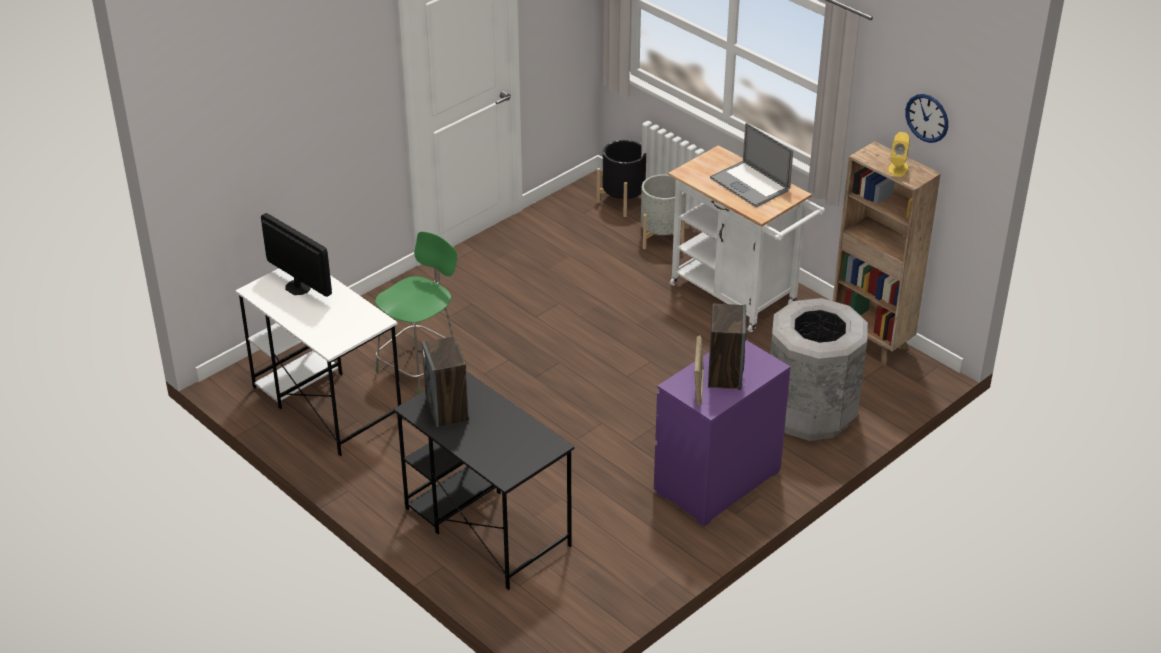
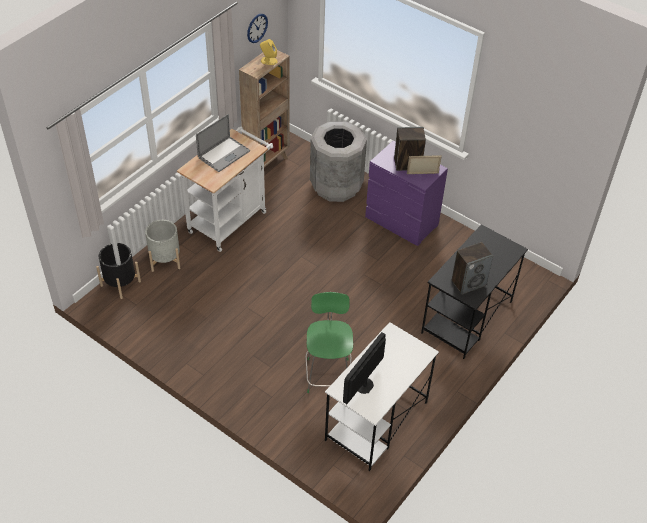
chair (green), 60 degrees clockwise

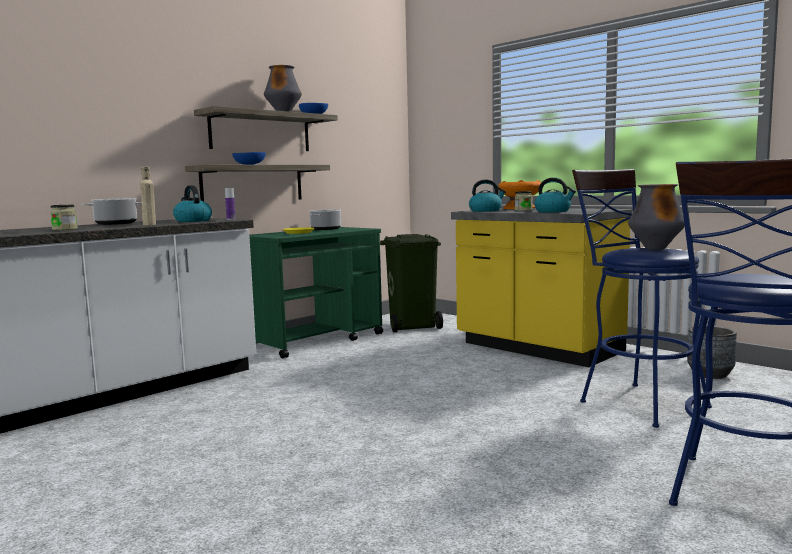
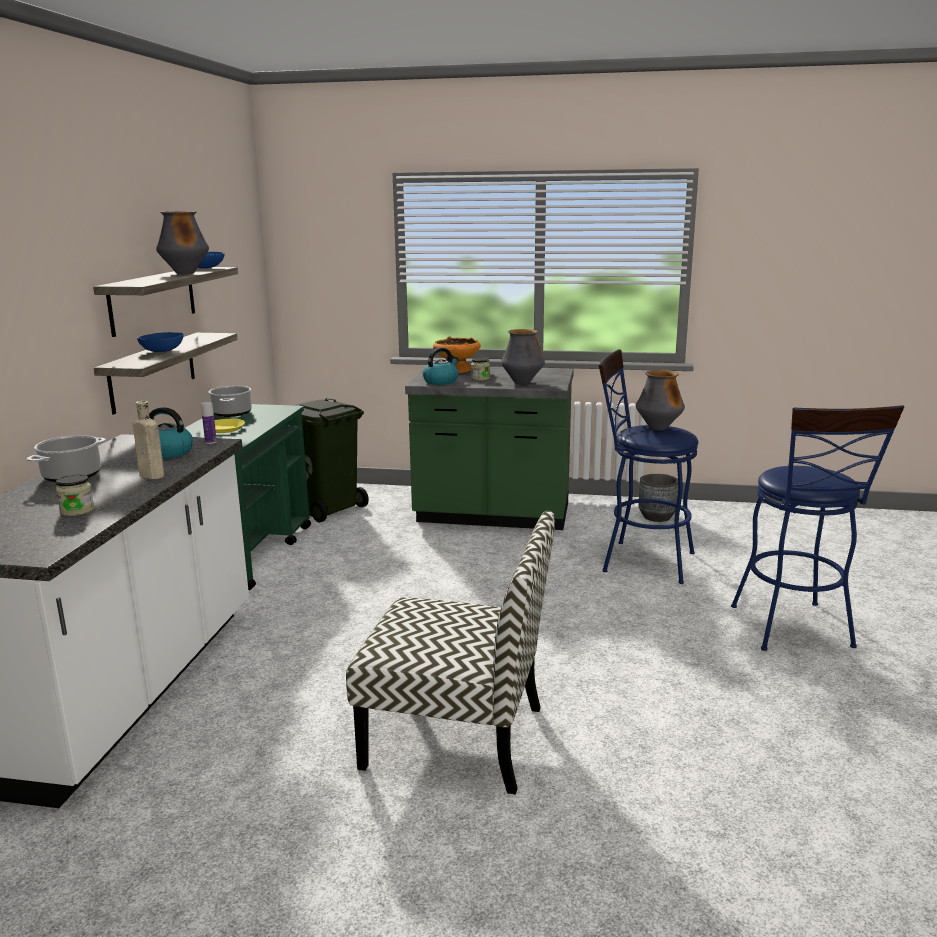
nothing => chair
counter (yellow) => counter (green)
kettle (no. 3 from left) => vase (no. 2 from left)

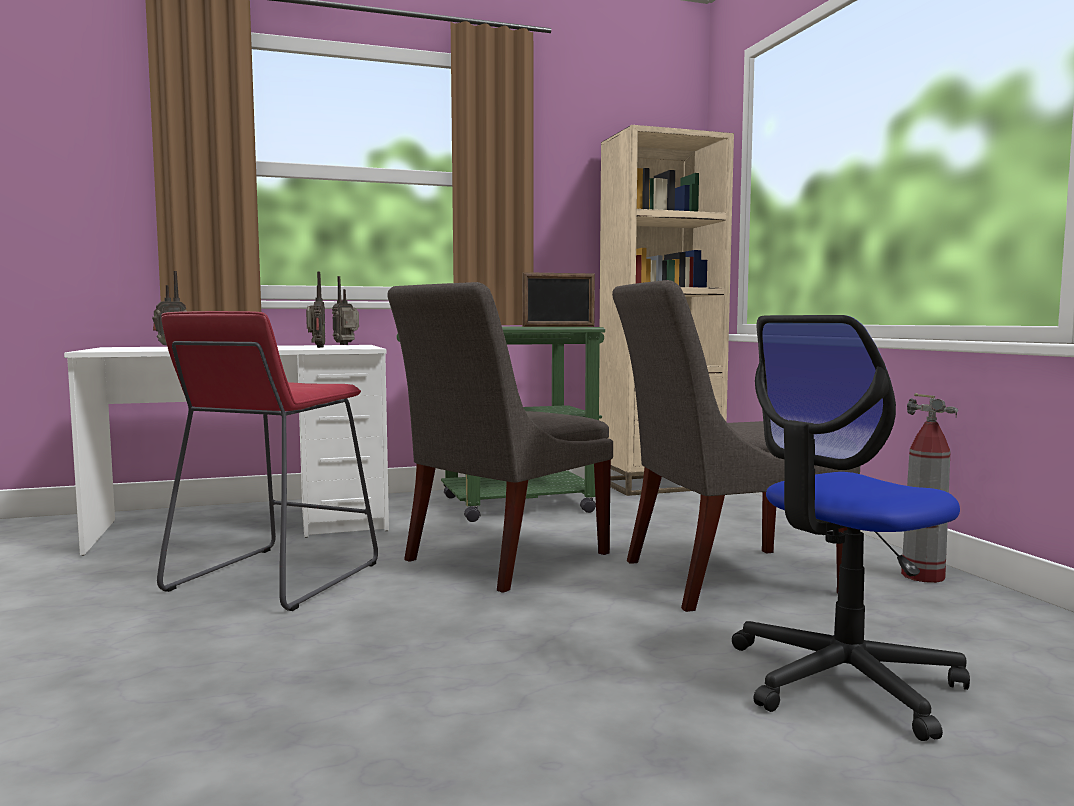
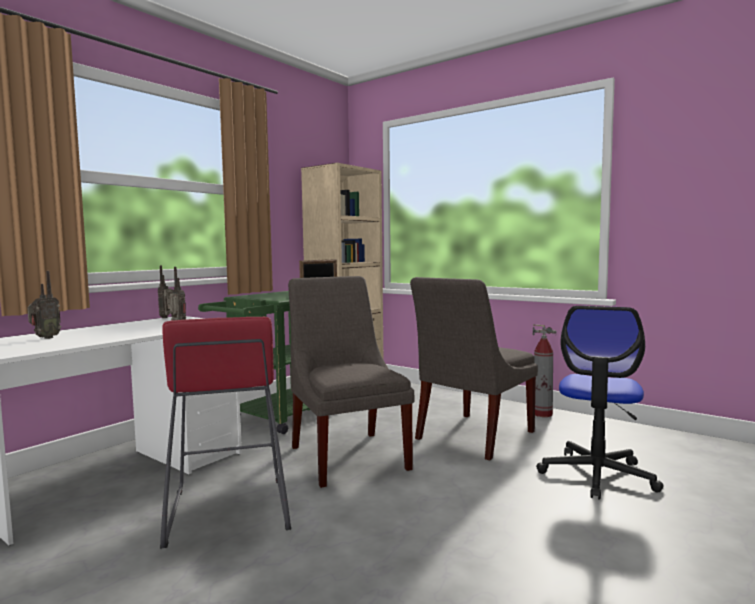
chair (grey) (no. 1 from left), 150 degrees clockwise

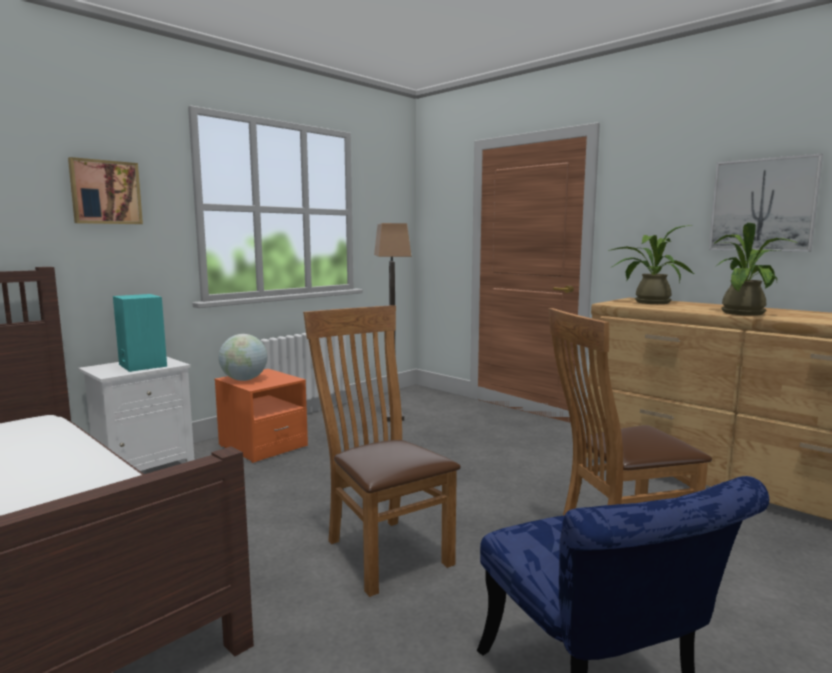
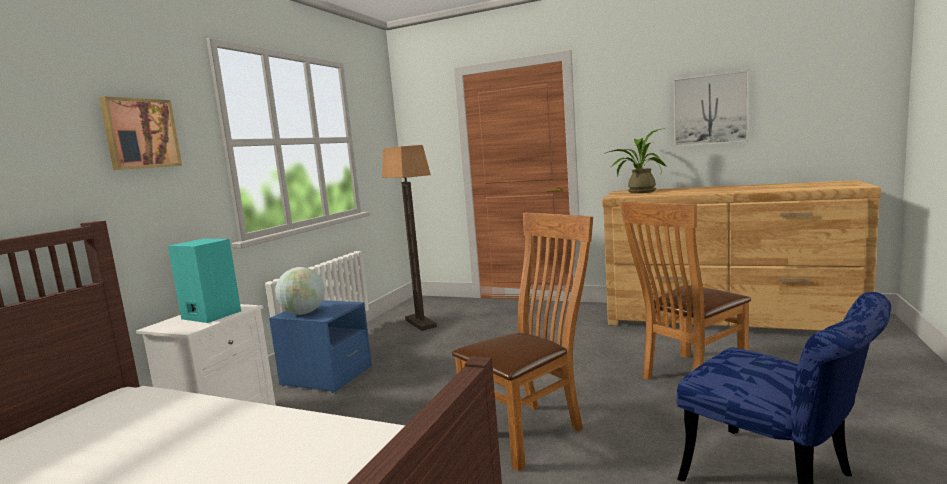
nightstand (orange) => nightstand (blue)
chair (brown) (no. 1 from left), 105 degrees clockwise
potted plant (no. 2 from left) => nothing

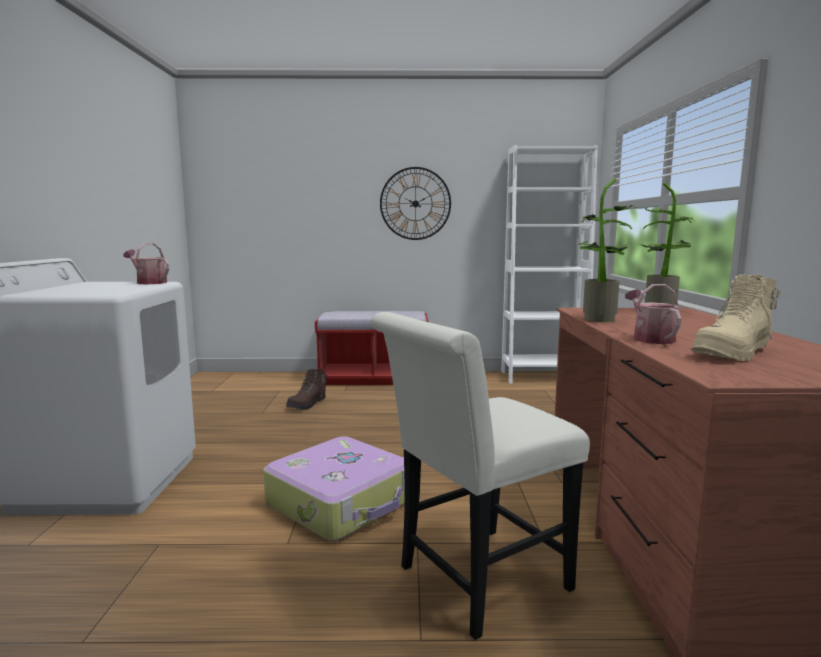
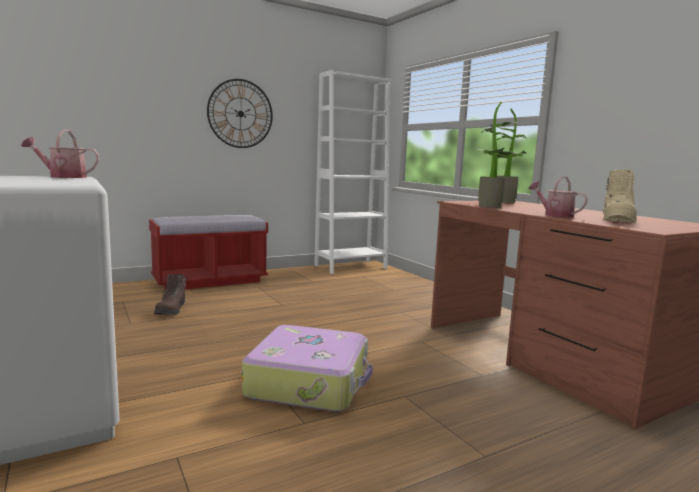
chair (white) => nothing

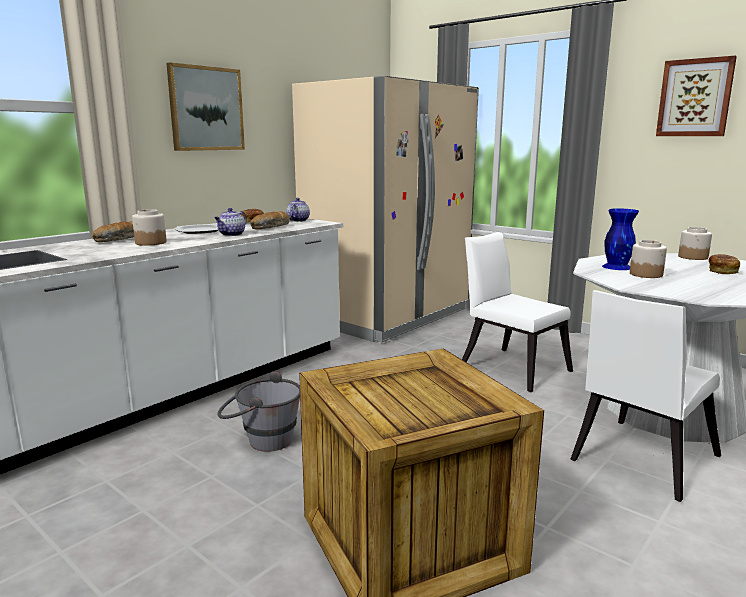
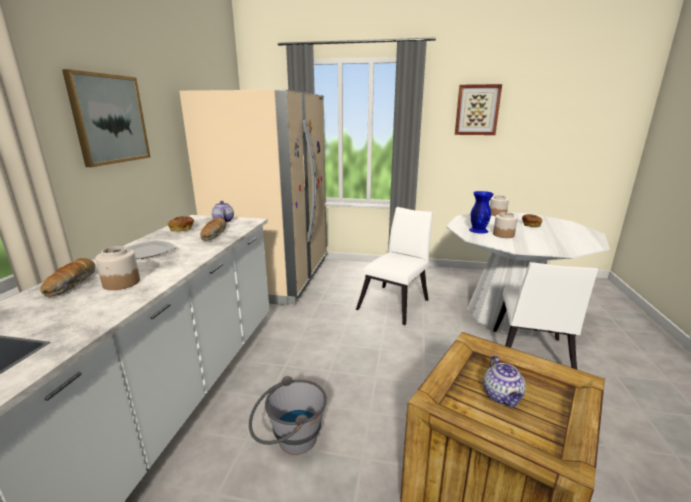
chair (white) (no. 1 from left), 105 degrees clockwise
teapot (no. 1 from left in the first image) => teapot (no. 2 from left), relocated

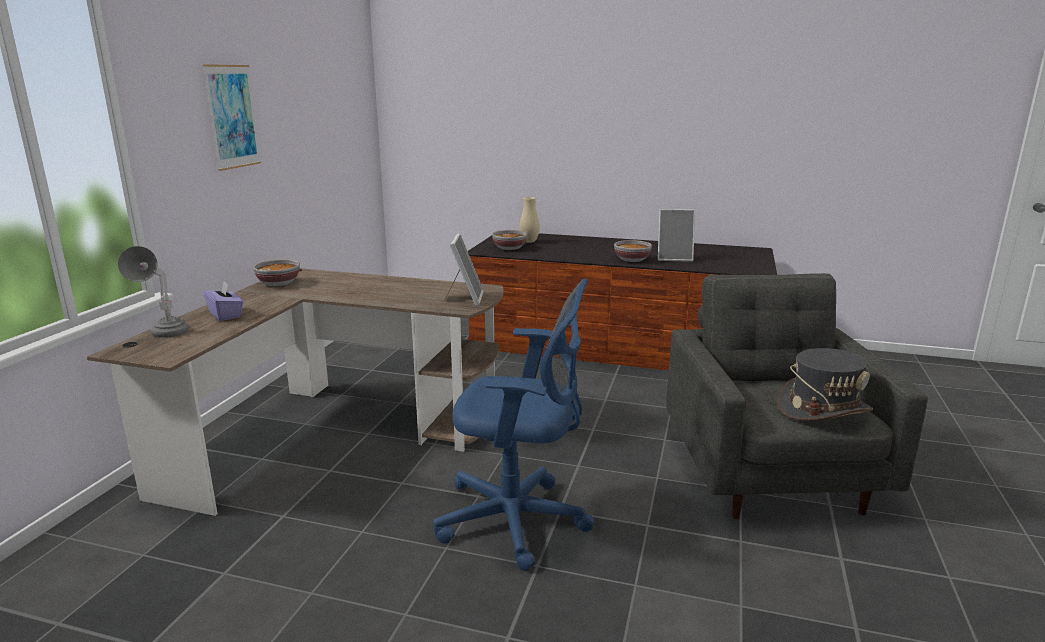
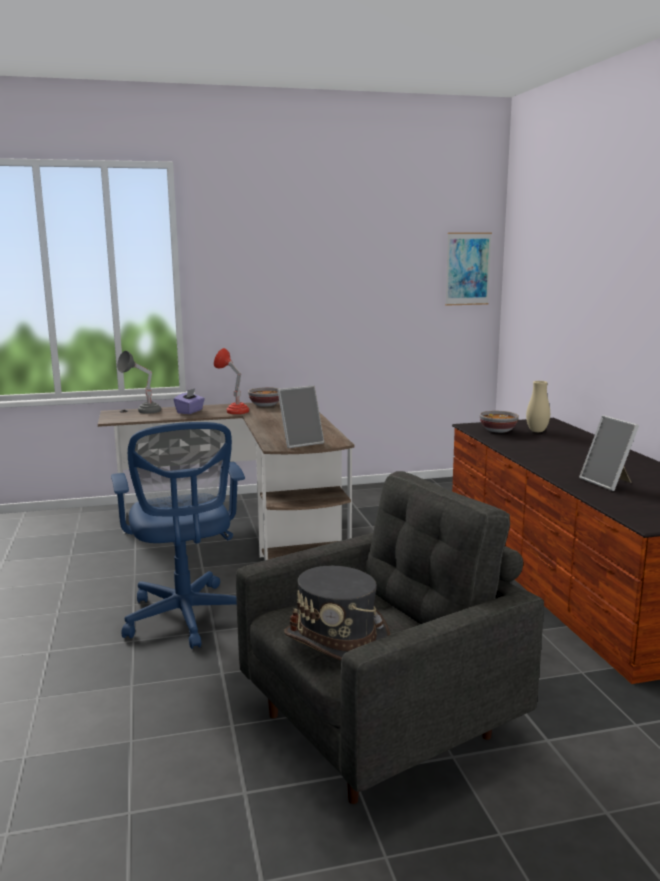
nothing => table lamp (red)
picture, relocated
bowl (no. 3 from left) => nothing

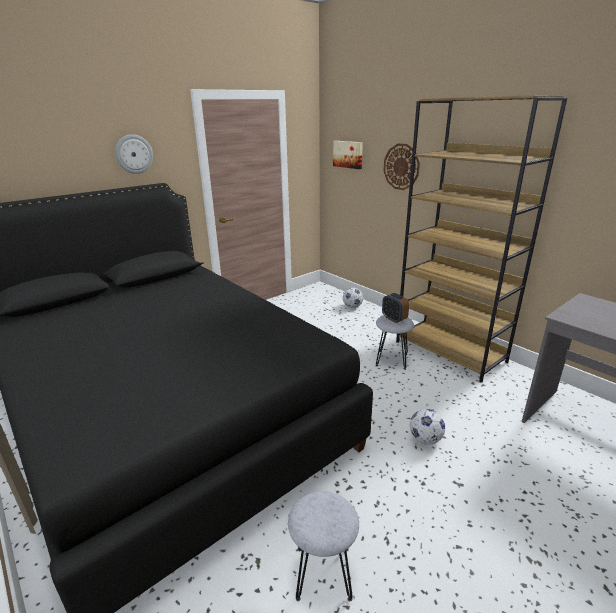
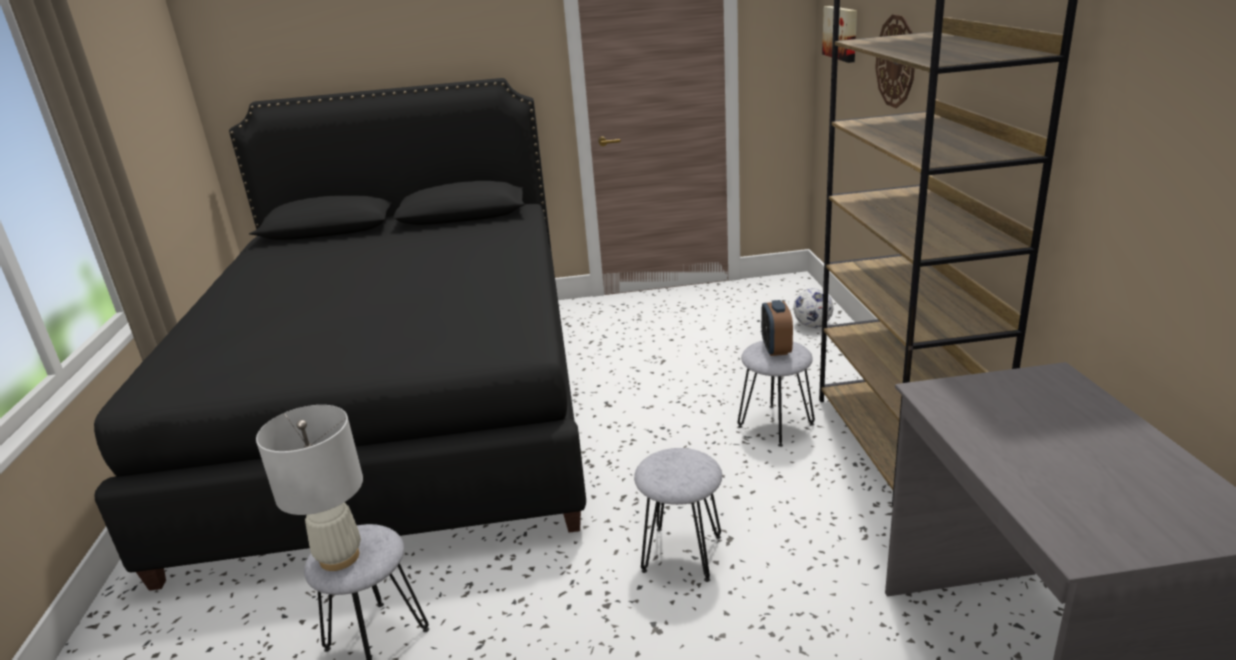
nothing => table lamp (white)
football (no. 2 from left) => stool (grey) (no. 2 from left)
wall clock (no. 1 from left) => nothing

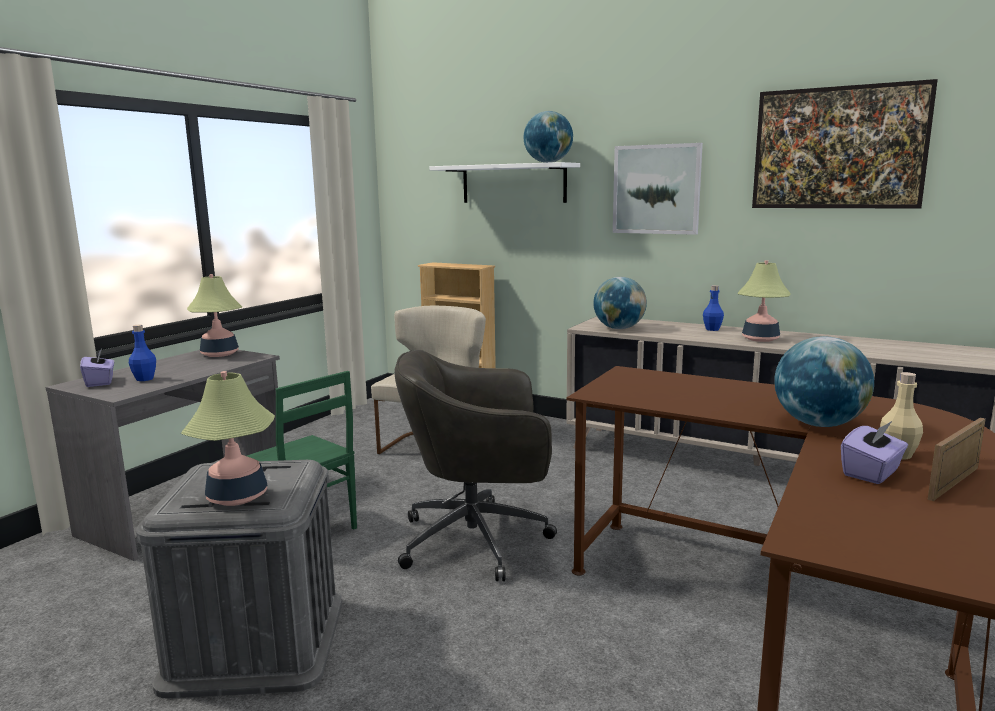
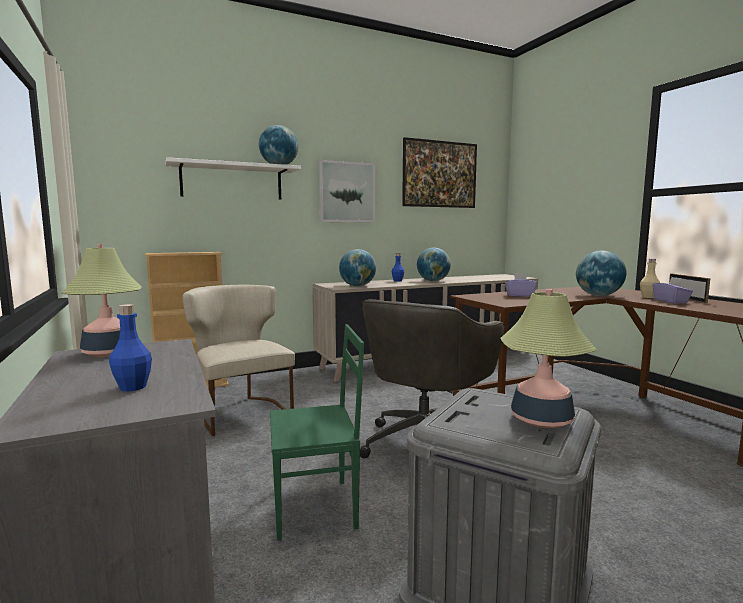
table lamp (no. 3 from left) => globe (no. 3 from left)
tissue box (purple) (no. 1 from left), relocated

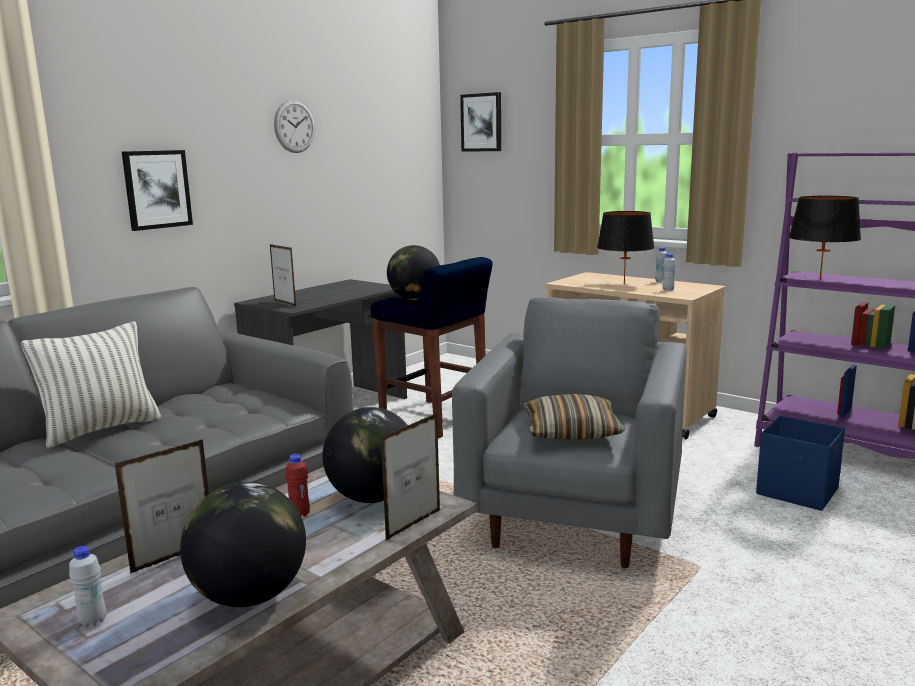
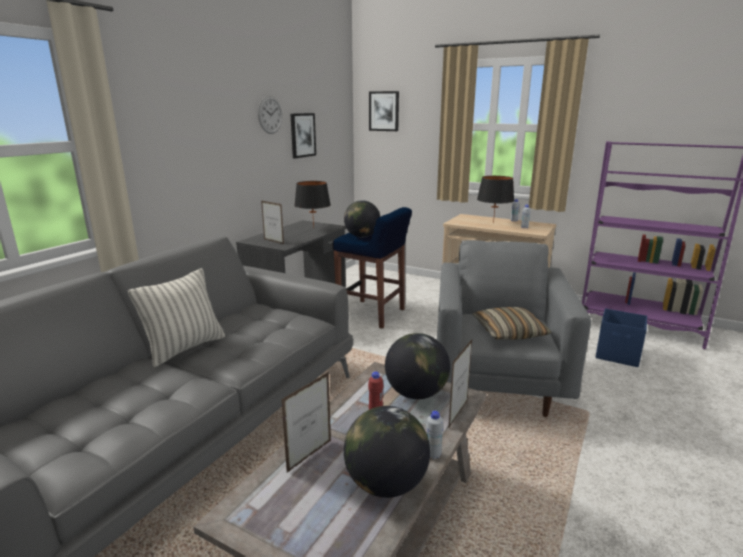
picture (no. 1 from left), relocated
table lamp (black) (no. 2 from left in the first image) => table lamp (black) (no. 1 from left), relocated
bottle (white) (no. 1 from left), relocated

